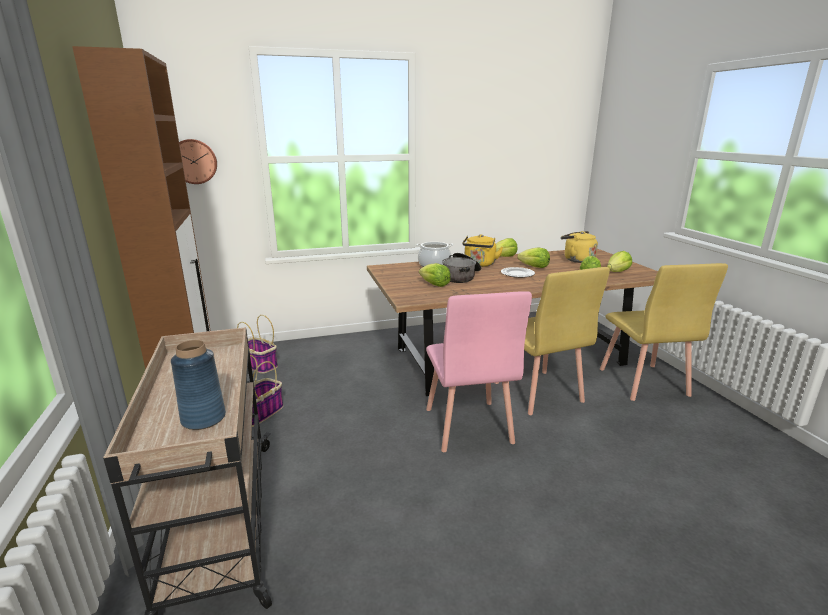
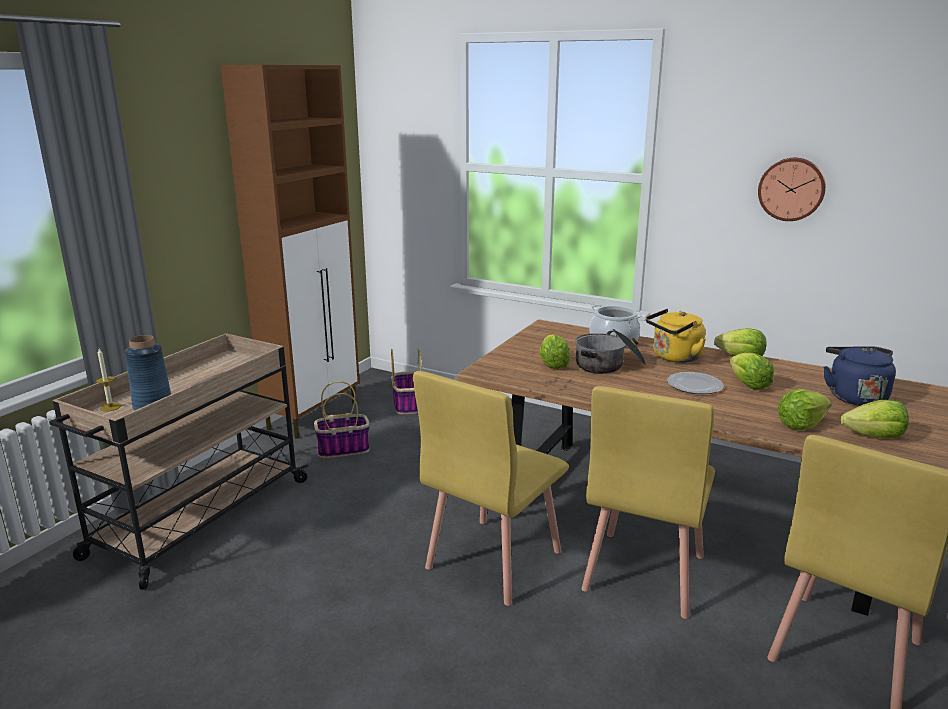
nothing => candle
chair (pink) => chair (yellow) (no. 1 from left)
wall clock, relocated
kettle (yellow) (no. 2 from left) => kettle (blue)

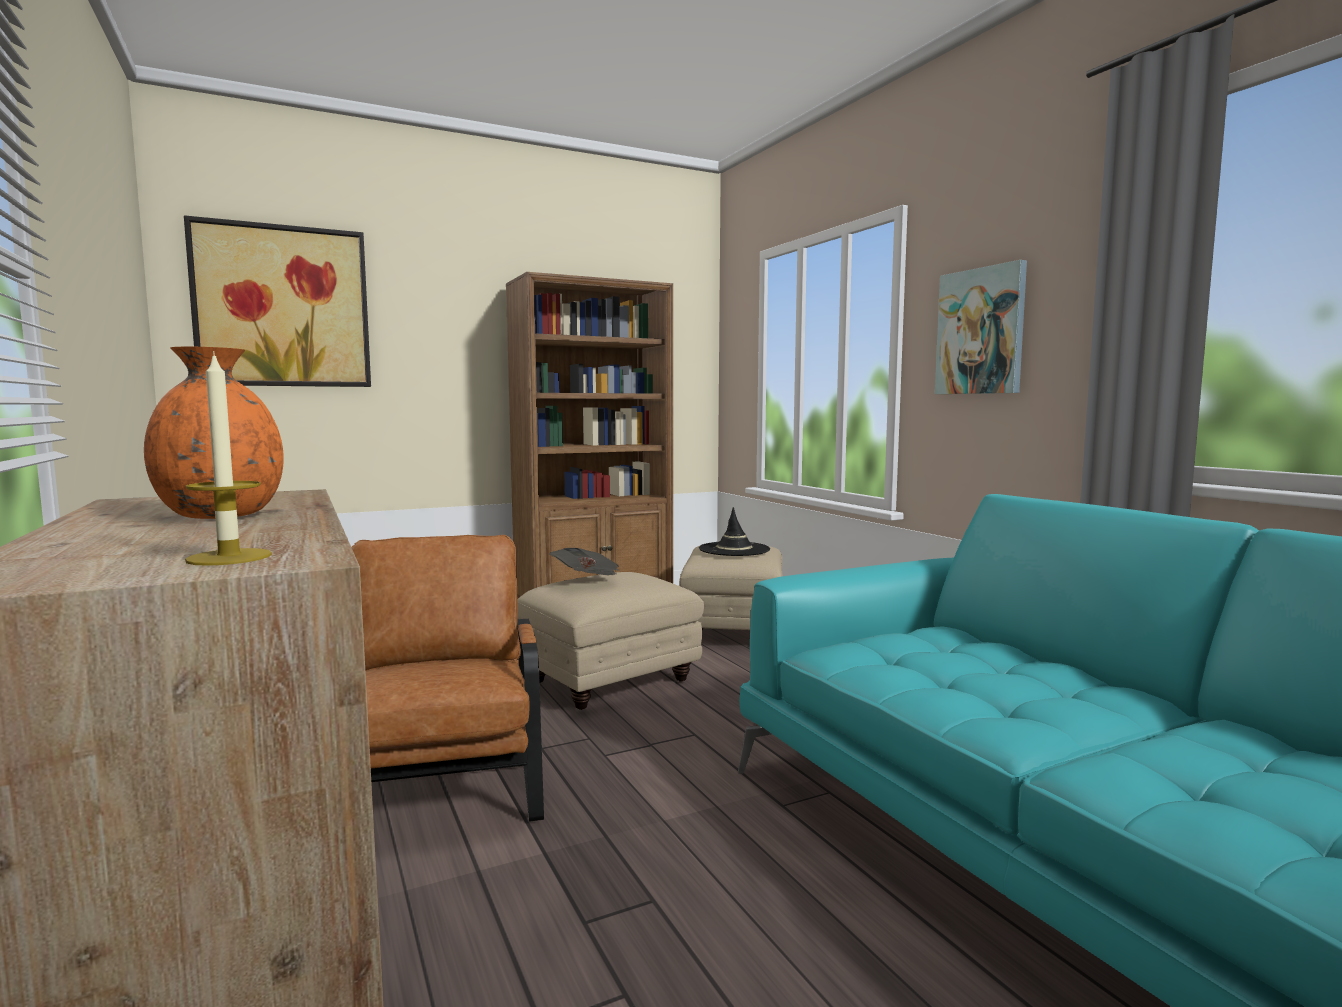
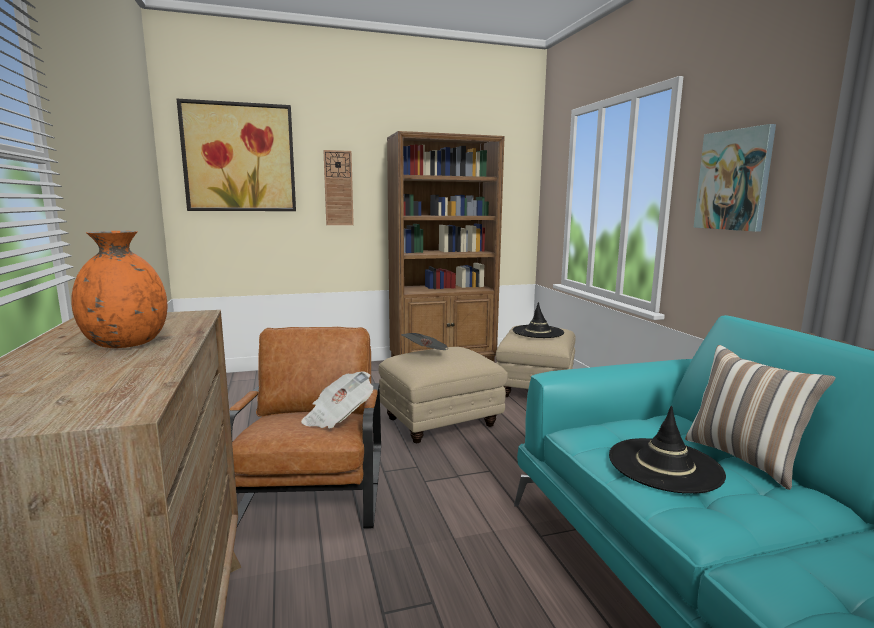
nothing => newspaper (no. 1 from left)
nothing => wall clock
nothing => hat (black) (no. 2 from left)
nothing => pillow
candle => nothing

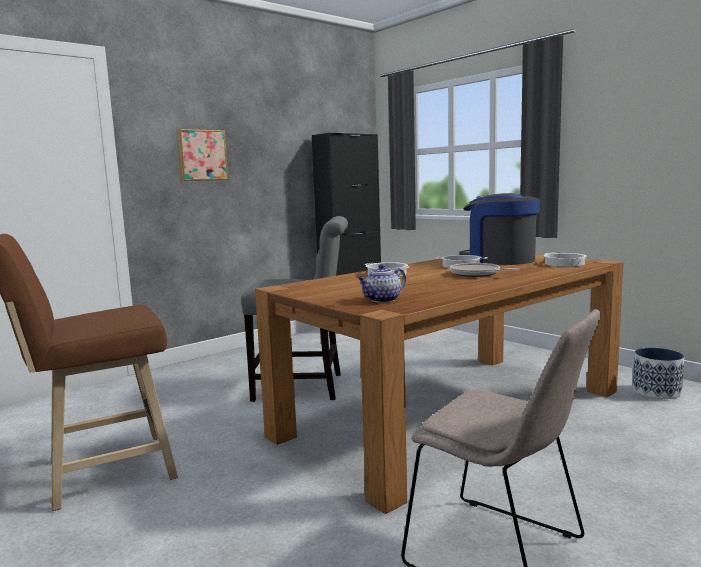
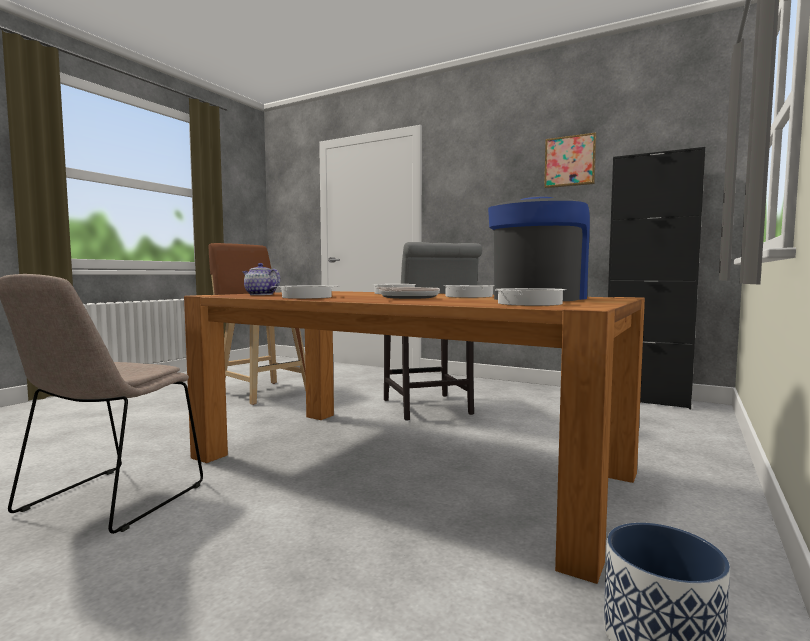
nothing => cooking pot (no. 1 from left)
picture, relocated

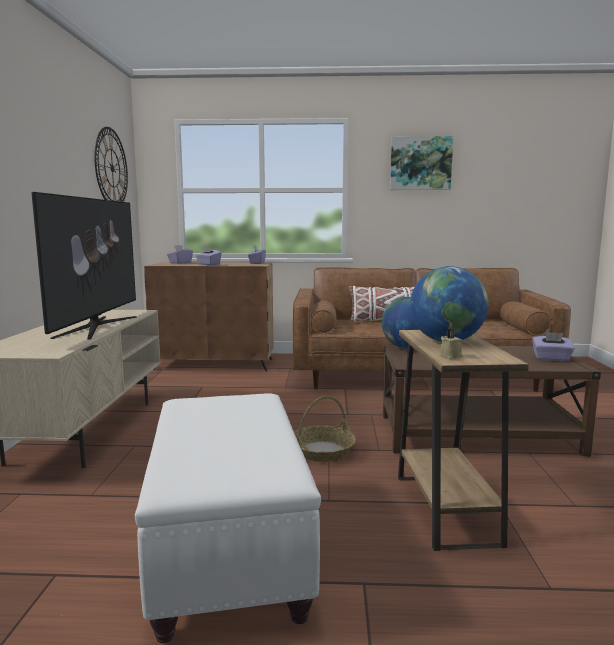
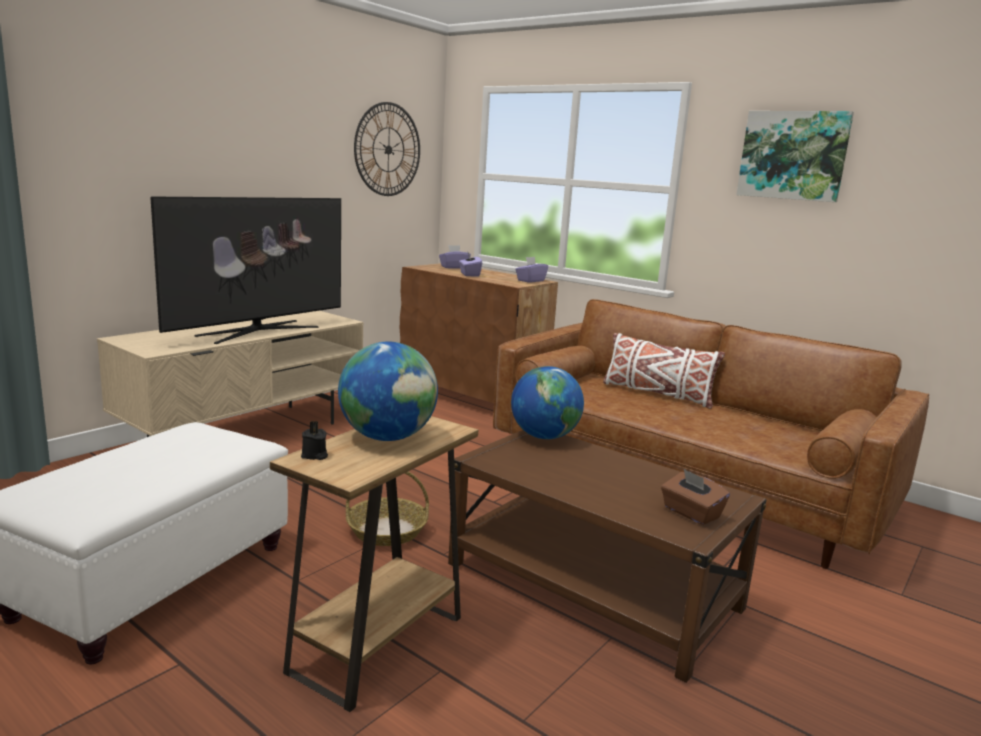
candle (beige) => candle (black)
tissue box (purple) (no. 4 from left) => tissue box (brown)

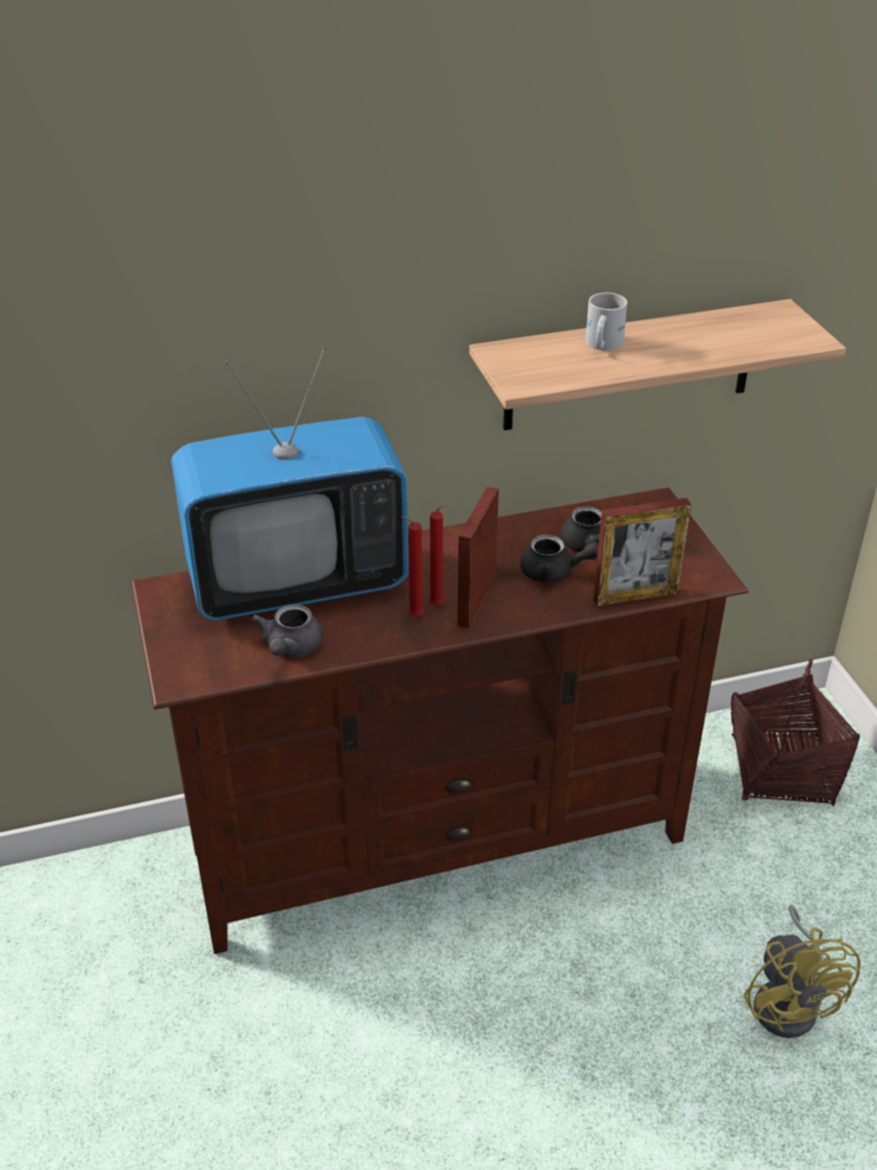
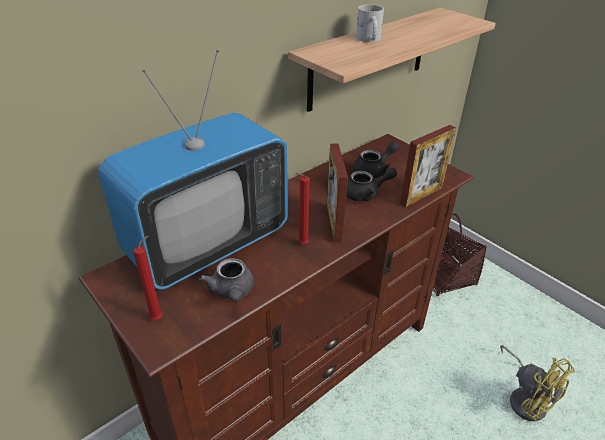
candle (red) (no. 2 from left in the first image) => candle (red) (no. 1 from left), relocated

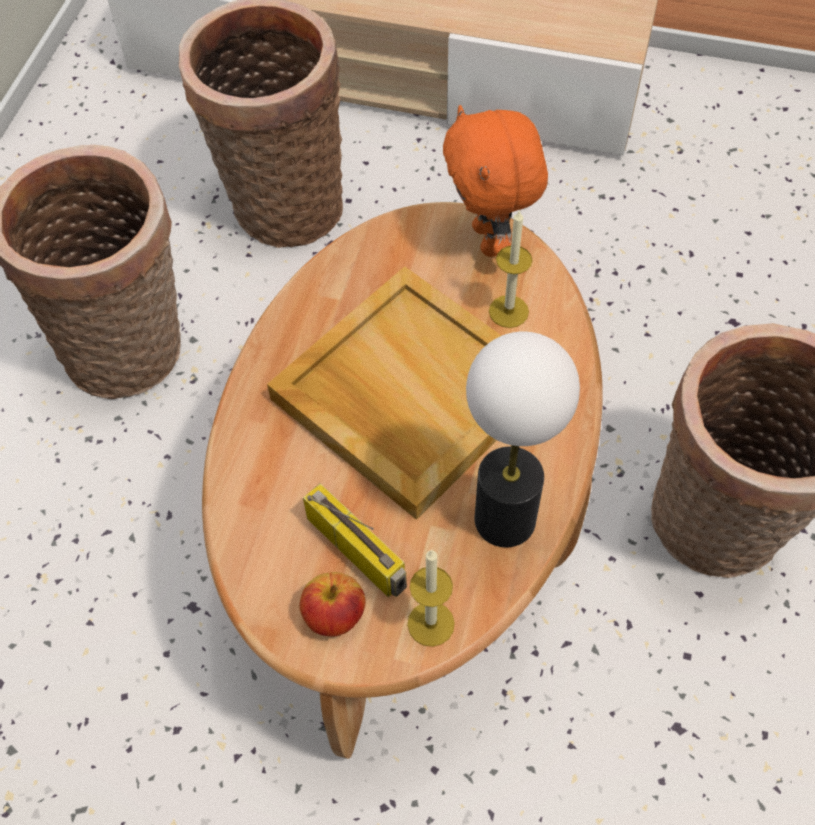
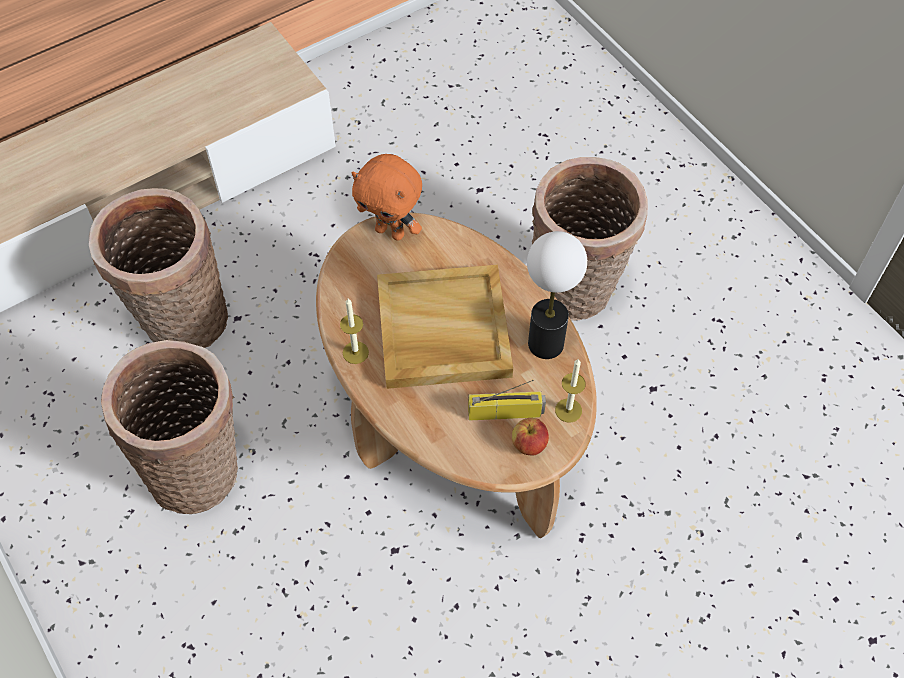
candle (no. 2 from left in the first image) => candle (no. 1 from left), relocated

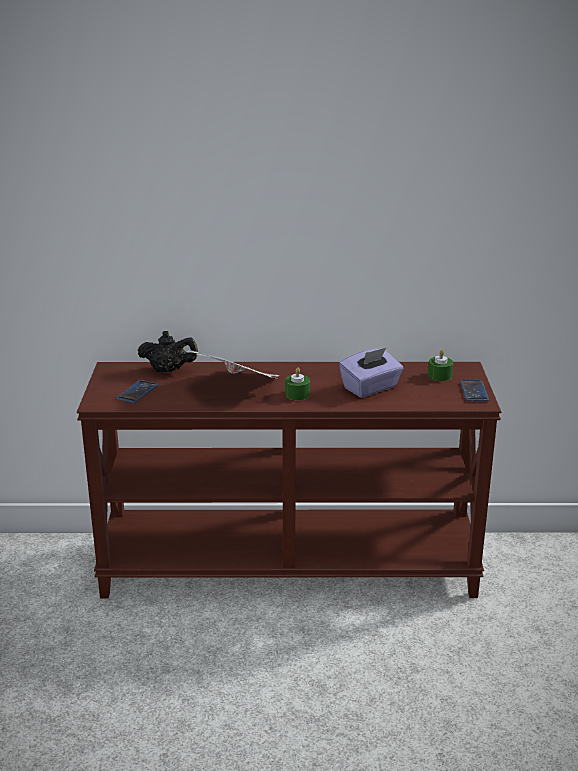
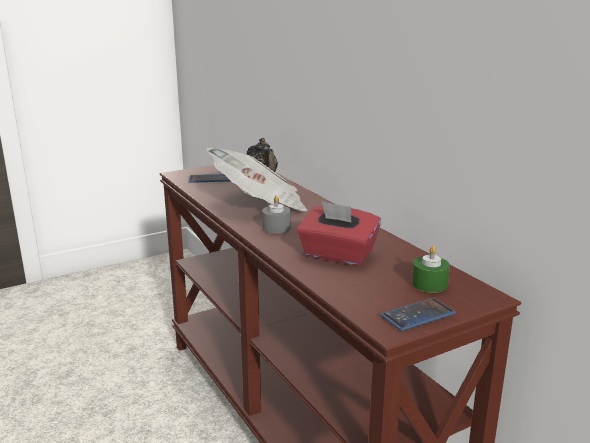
candle (green) (no. 1 from left) => candle (grey)
tissue box (purple) => tissue box (red)

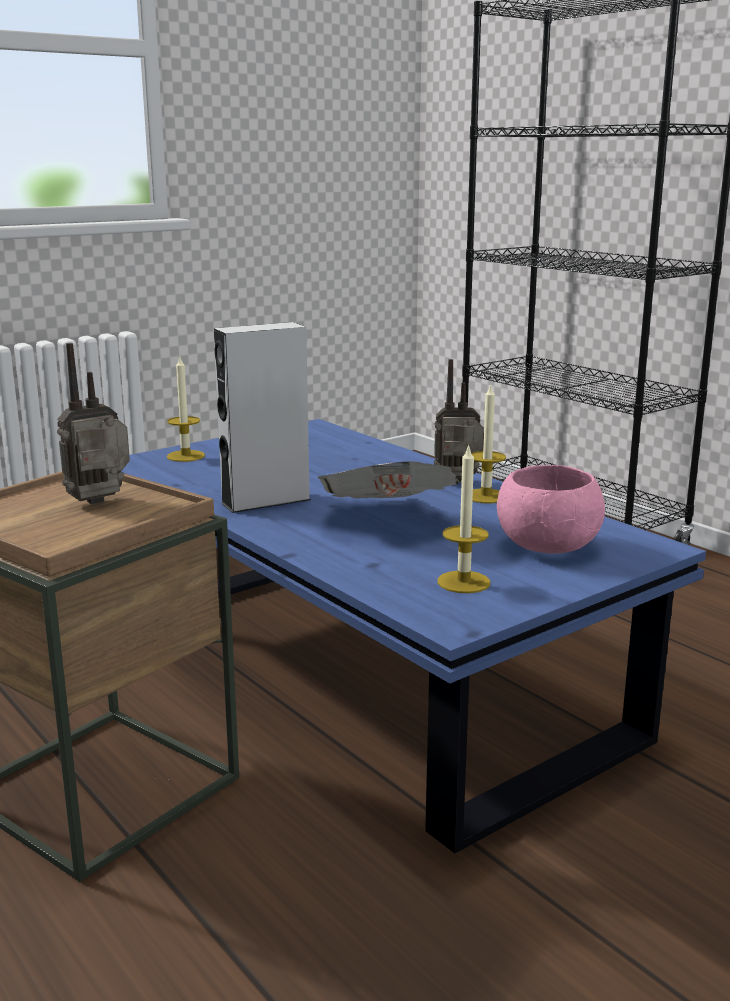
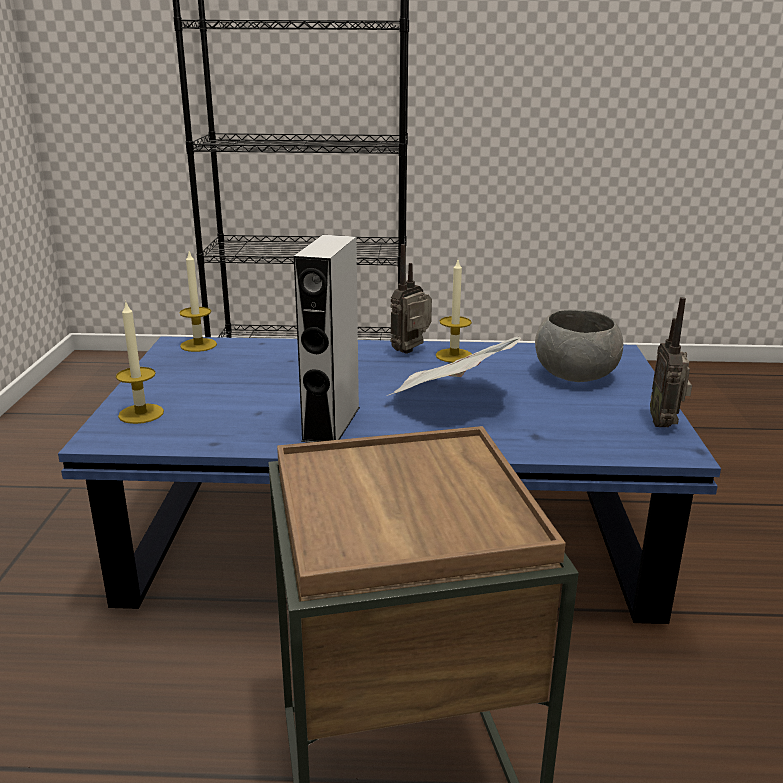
candle (no. 2 from left), relocated
bowl (pink) => bowl (grey)
radio (no. 1 from left in the first image) => radio (no. 2 from left), relocated

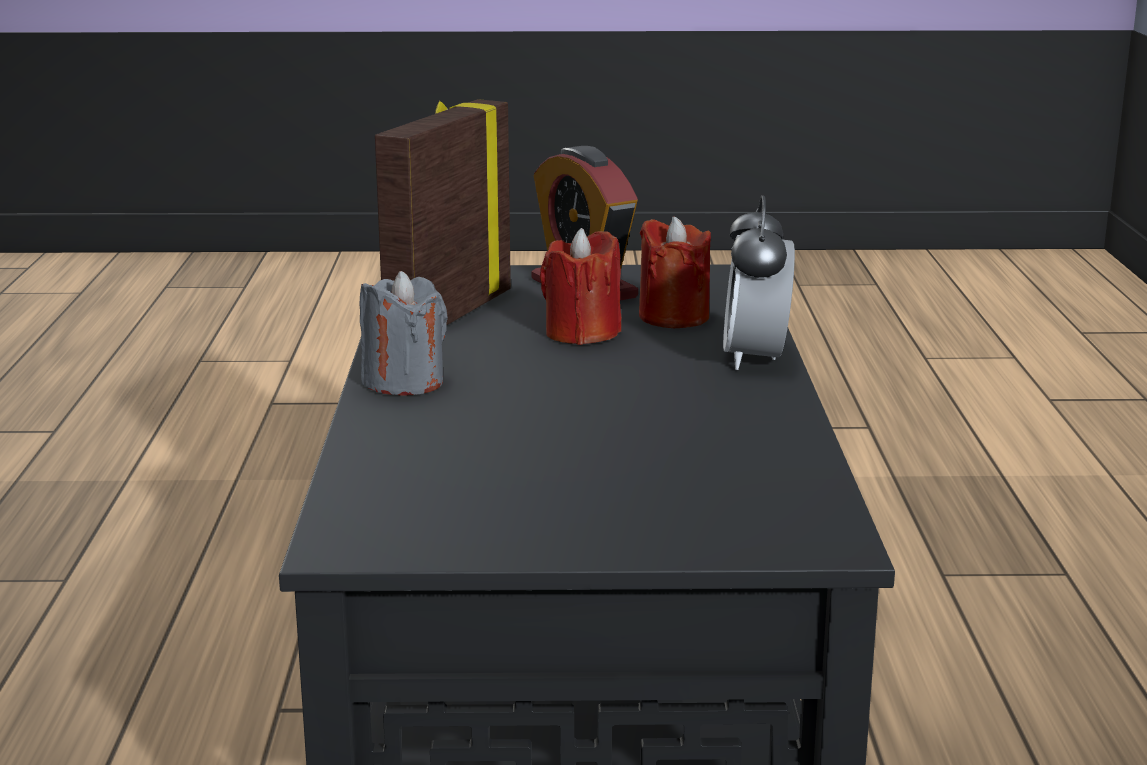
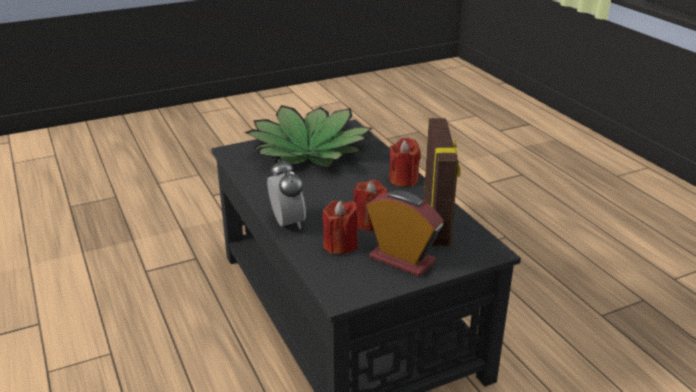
nothing => potted plant
candle (grey) => candle (red) (no. 3 from left)

